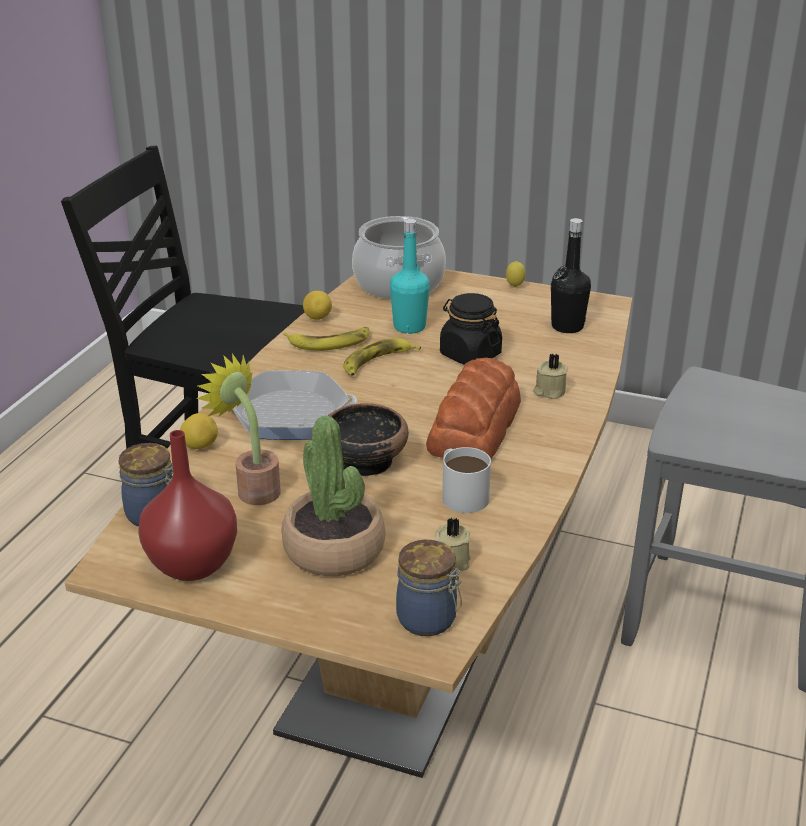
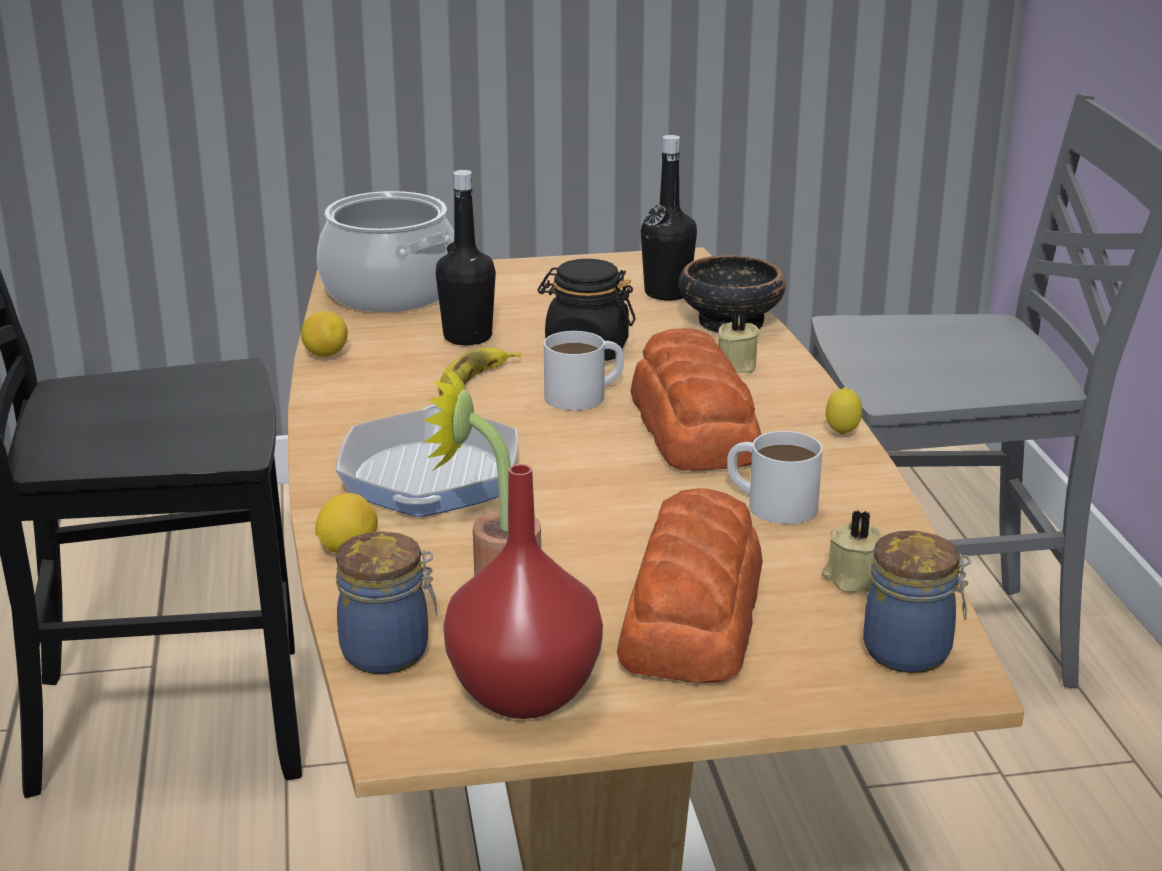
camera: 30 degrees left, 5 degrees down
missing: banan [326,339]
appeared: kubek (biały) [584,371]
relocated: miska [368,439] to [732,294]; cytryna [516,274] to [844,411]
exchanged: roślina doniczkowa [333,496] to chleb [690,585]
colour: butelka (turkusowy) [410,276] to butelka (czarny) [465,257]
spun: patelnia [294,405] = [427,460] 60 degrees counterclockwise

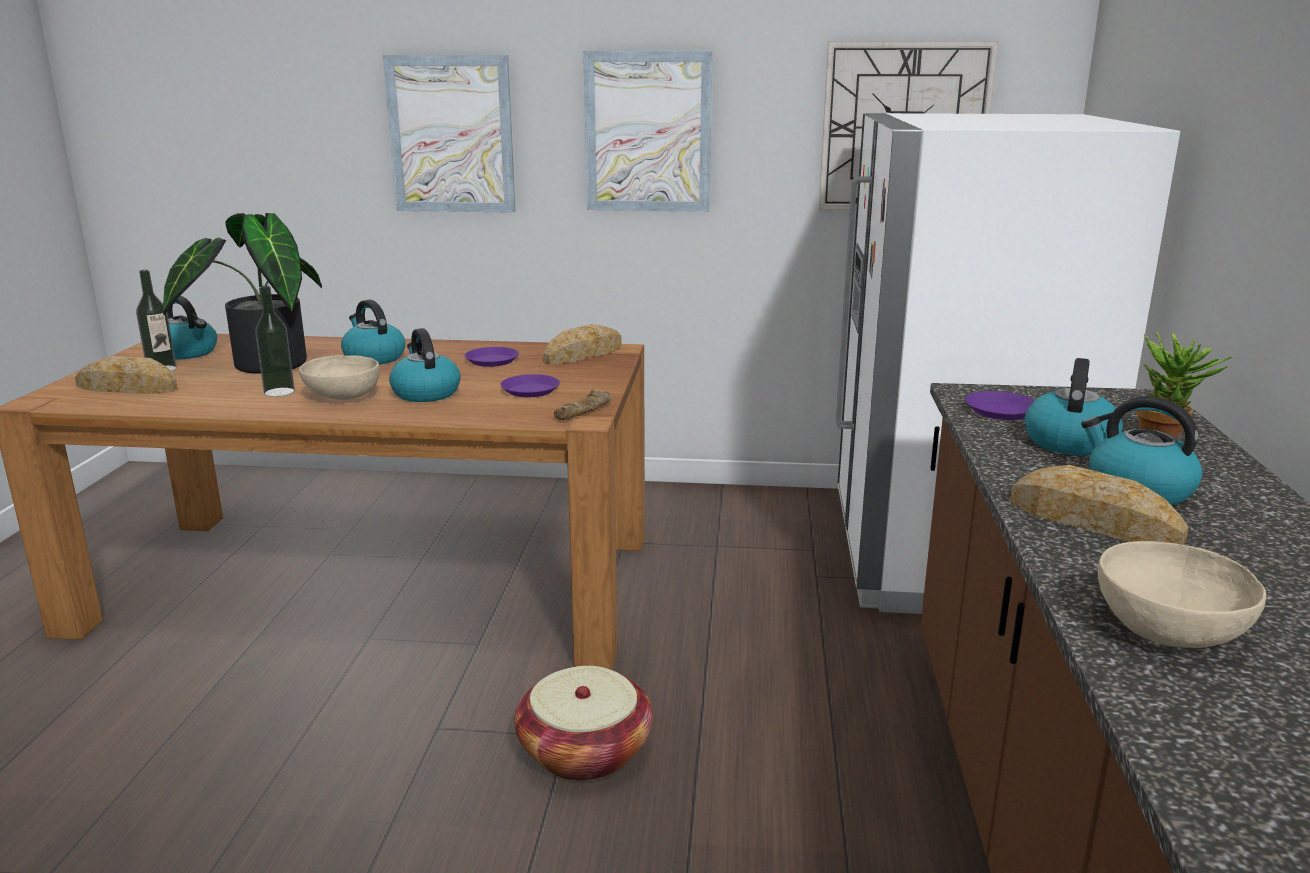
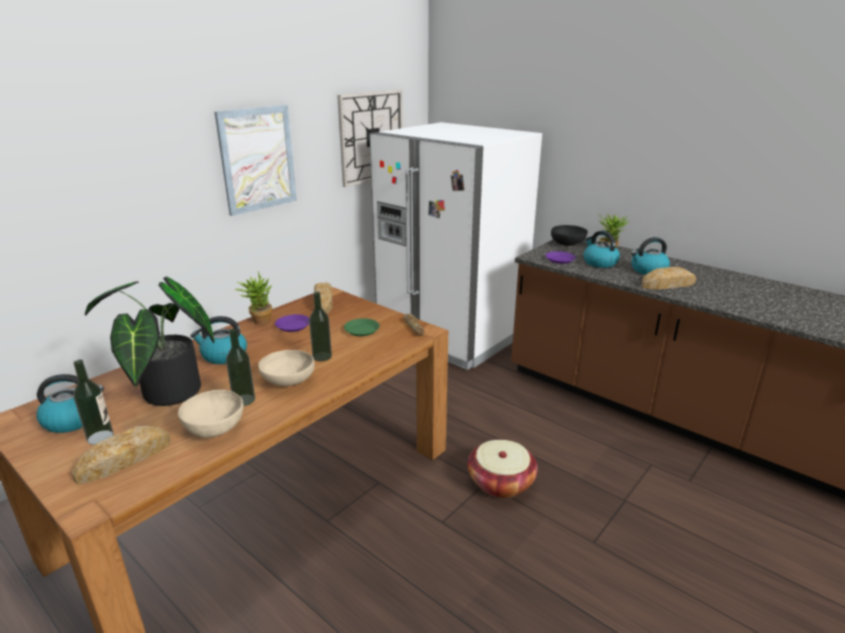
camera: 55 degrees left, 5 degrees up
missing: obraz [449,134]
appeared: roślina doniczkowa [253,297]; miska (czarny) [569,235]
relocated: miska (beżowy) [1181,594] to [211,414]
exchanged: czajnik [425,365] to butelka [320,327]
colour: talerz (fioletowy) [530,385] to talerz (zielony) [362,327]

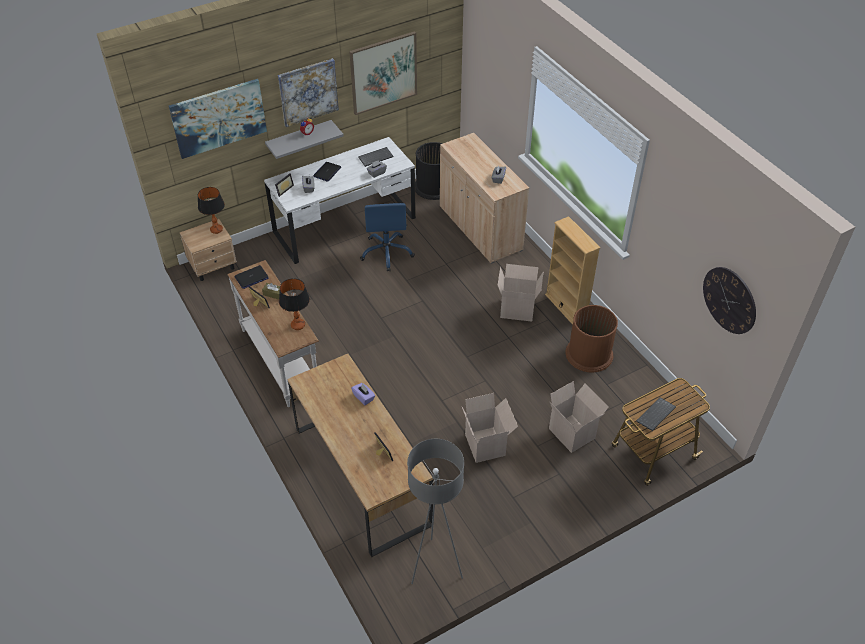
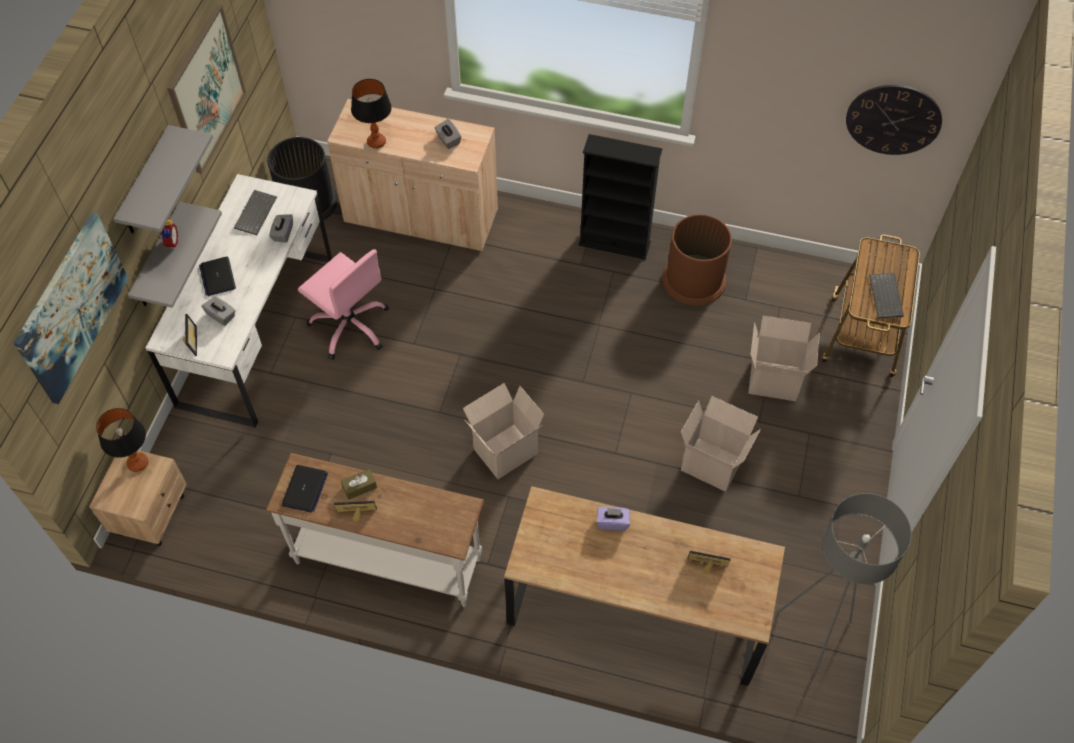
camera: 45 degrees left, 10 degrees up
relocated: lampa stołowa [294,304] to [371,114]; karton [520,293] to [503,431]
exchanged: obraz [308,92] to półka (szary) [163,179]
colour: krzesło biurowe (niebieski) [387,237] to krzesło biurowe (różowy) [343,304]; regał (beżowy) [572,270] to regał (czarny) [620,197]

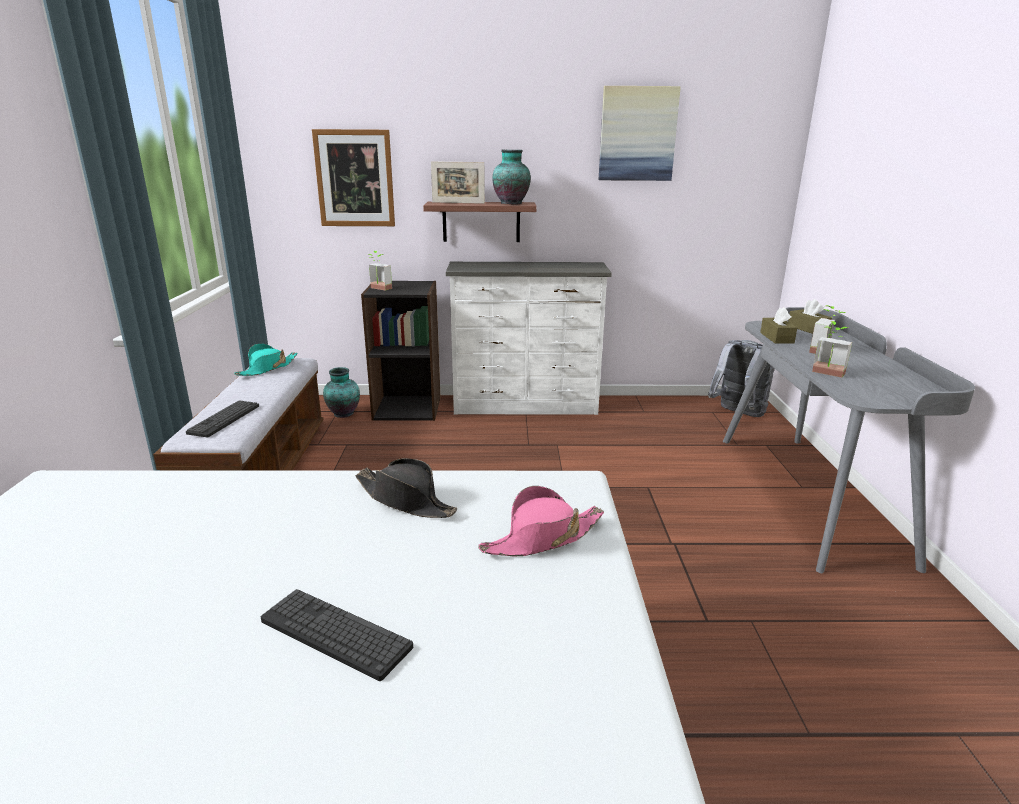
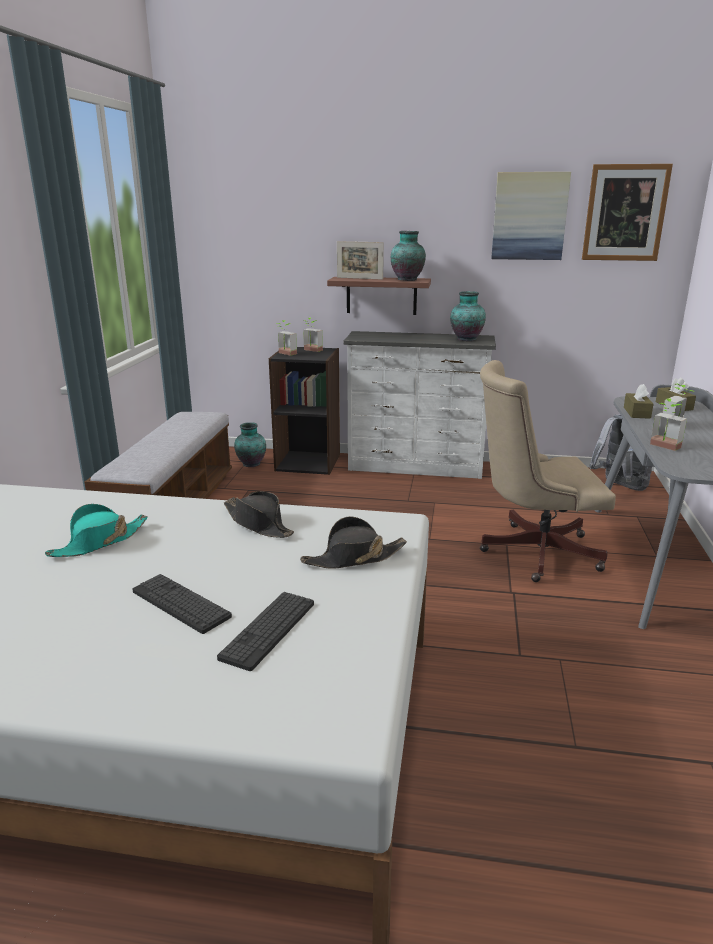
camera: 10 degrees right, 0 degrees up
appeared: roślina doniczkowa [313,335]; wazon [468,316]; krzesło biurowe (beżowy) [548,471]
relocated: kapelusz (turkusowy) [265,360] to [96,530]; klawiatura [222,418] to [265,631]; obraz [353,177] to [627,212]
colour: kapelusz (różowy) [541,521] to kapelusz (czarny) [353,542]

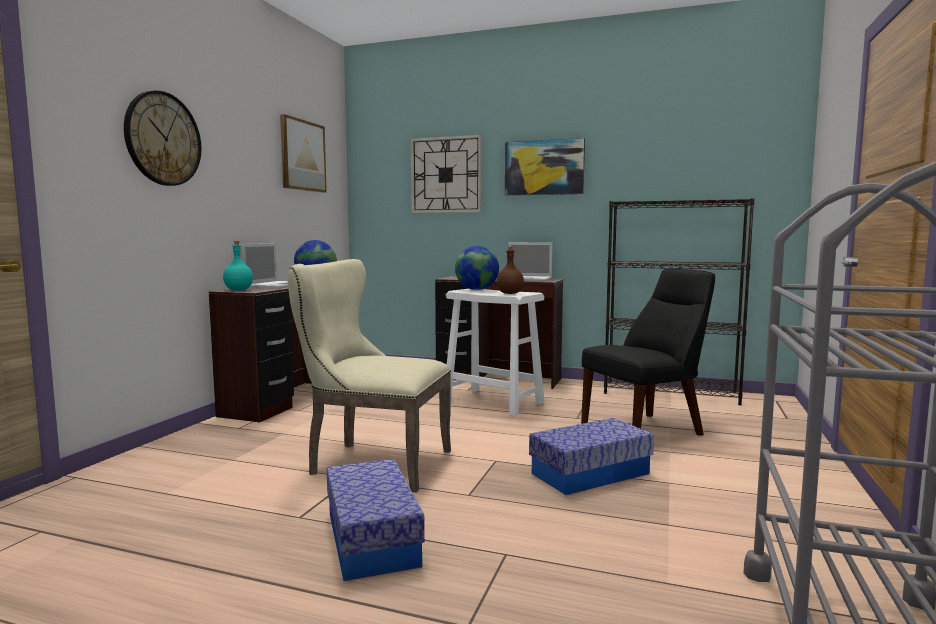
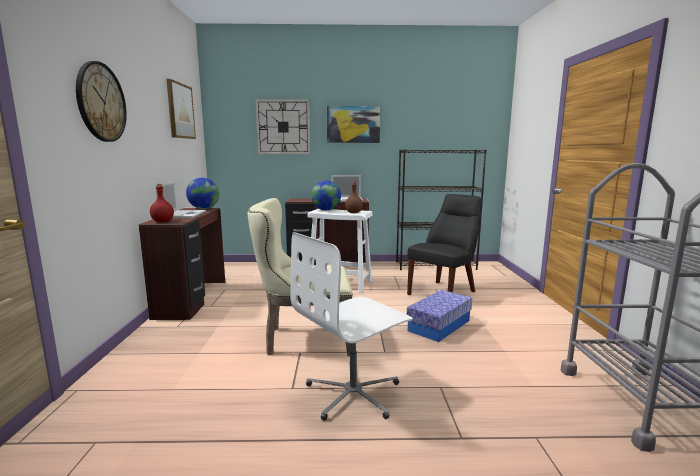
camera: 20 degrees left, 5 degrees up
exchanged: pojemnik do przechowywania [375,520] to krzesło biurowe (biały) [351,326]
colour: butelka (turkusowy) [238,266] to butelka (czerwony) [162,203]

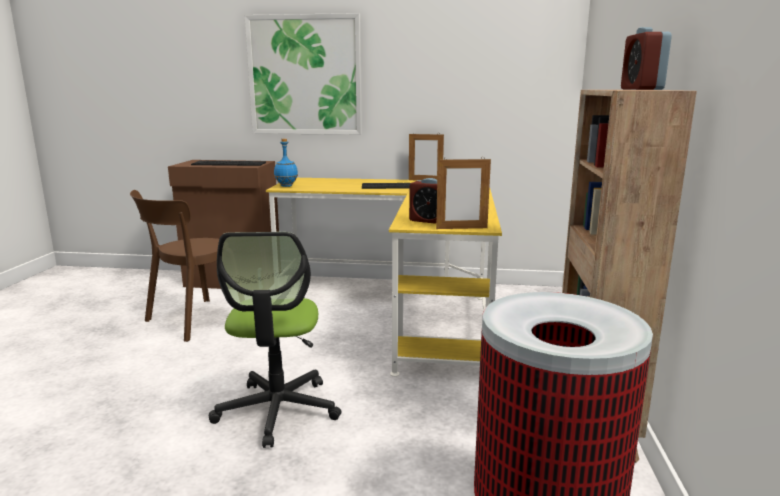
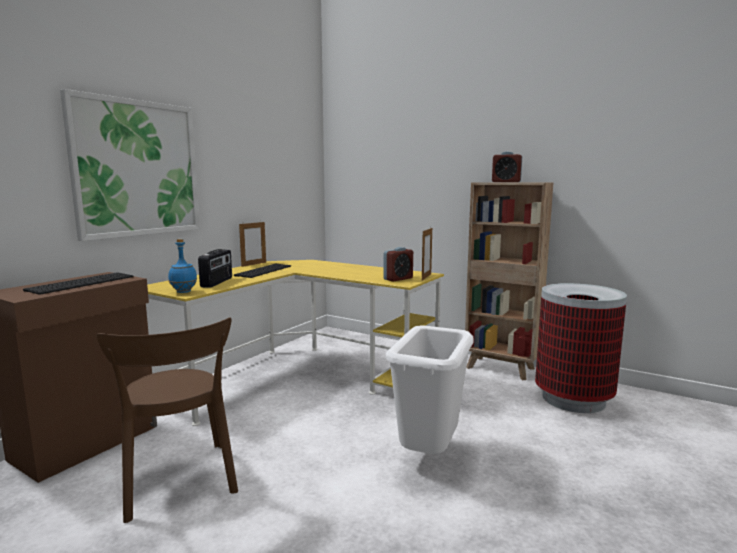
camera: 65 degrees left, 5 degrees down
appeared: radio [215,268]
exchanged: krzesło biurowe [275,340] to kosz na śmieci (biały) [430,390]

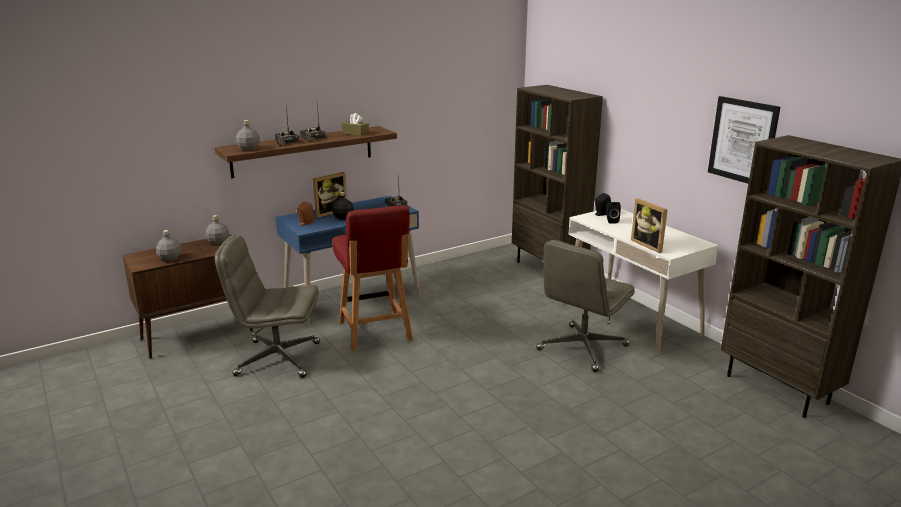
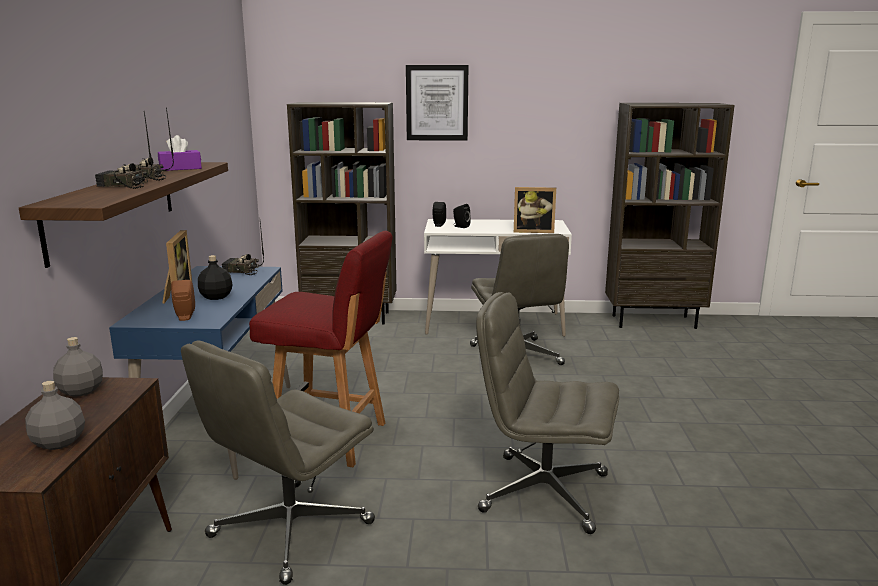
camera: 55 degrees left, 5 degrees down
missing: butelka (szary) [248,135]
appeared: krzesło biurowe (szary) [547,413]
relocated: obraz [744,140] to [437,103]
colour: pudełko chusteczek (brązowy) [355,124] to pudełko chusteczek (fioletowy) [180,153]

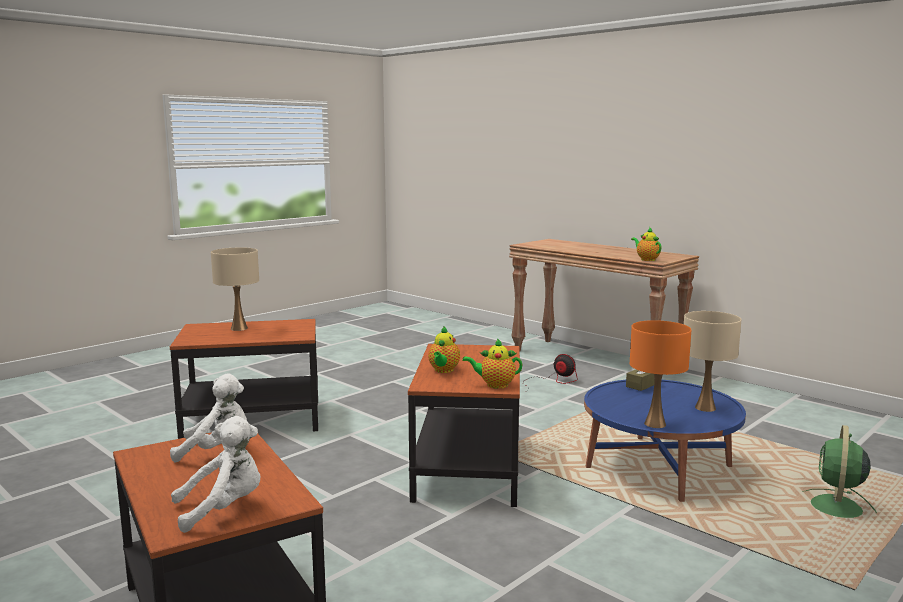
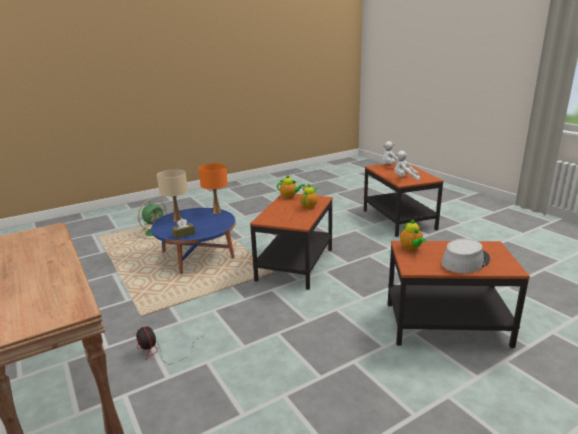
camera: 165 degrees left, 10 degrees up
relocated: imbryk [646,244] to [413,234]
exchanged: lampa stołowa (beżowy) [235,289] to kapelusz (szary) [466,256]

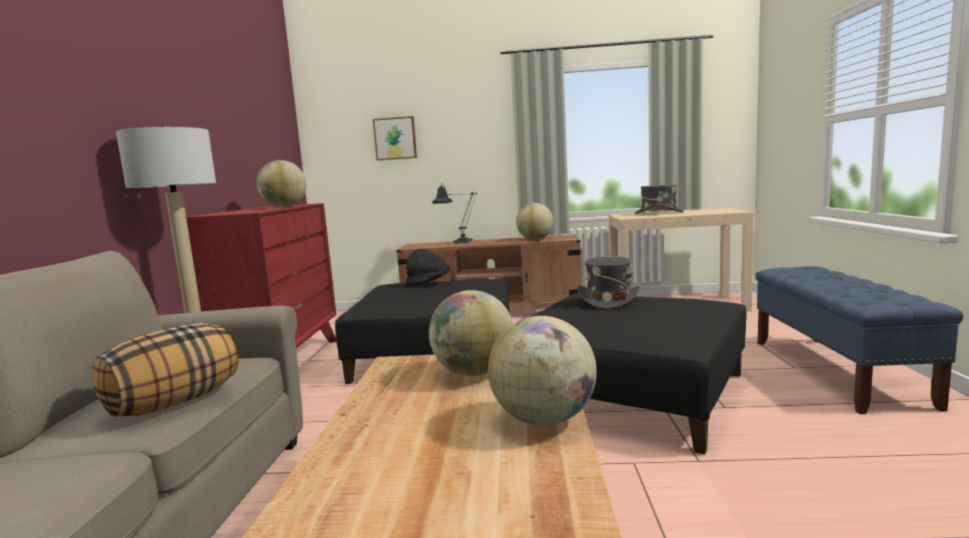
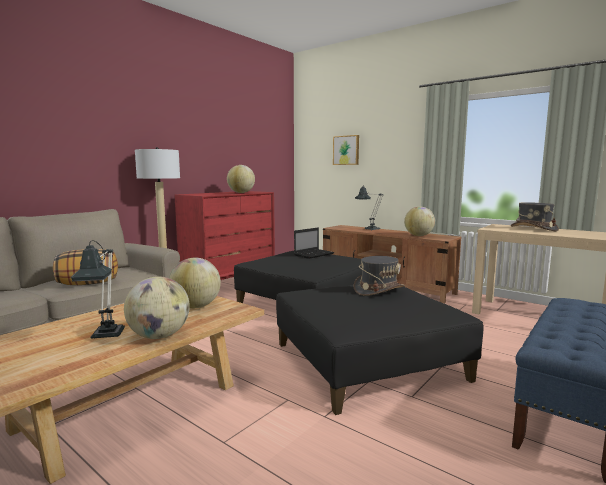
camera: 35 degrees right, 0 degrees up
appeared: lampa stołowa [98,289]
exchanged: kapelusz (czarny) [428,267] to laptop [314,243]

